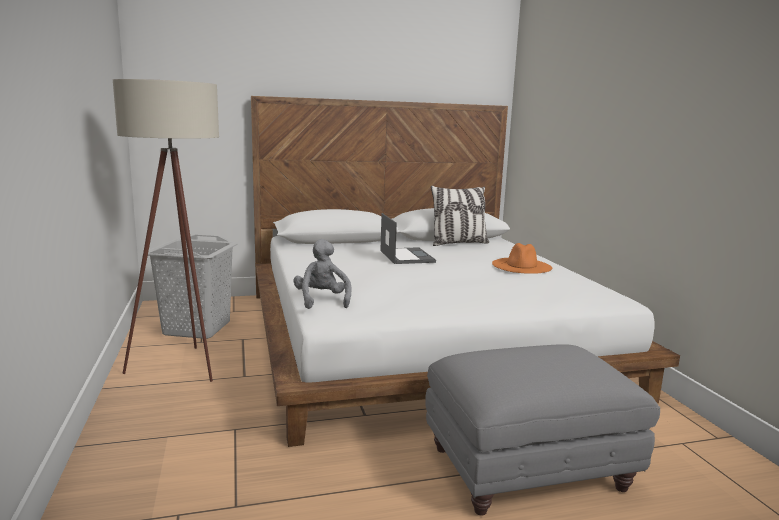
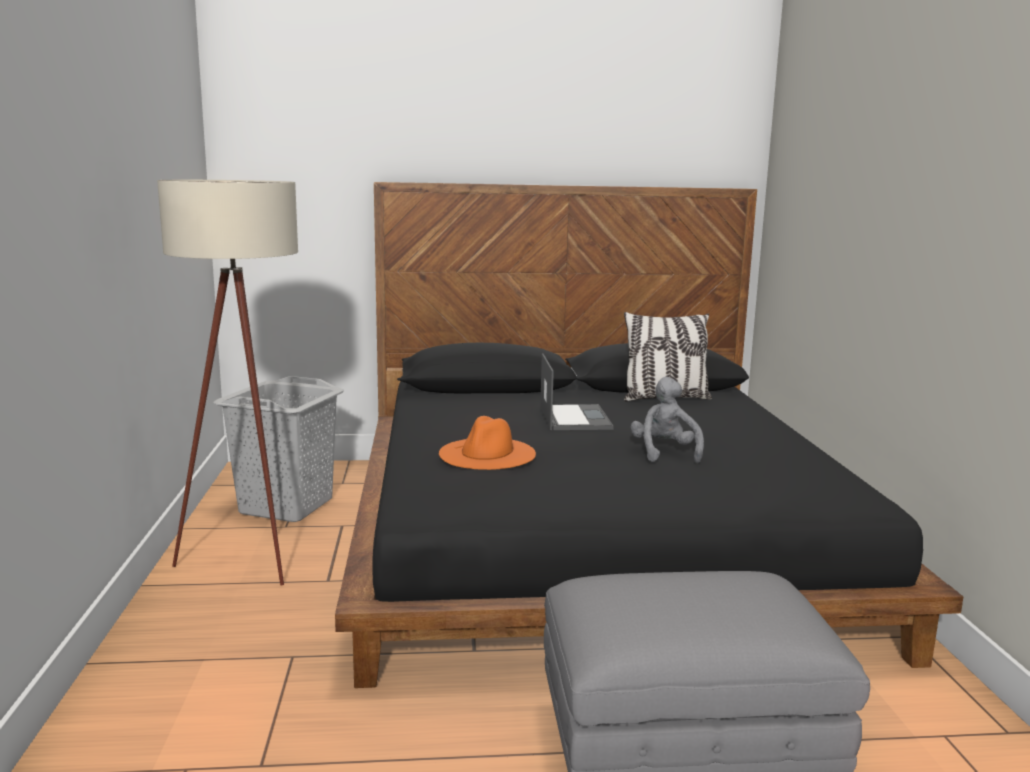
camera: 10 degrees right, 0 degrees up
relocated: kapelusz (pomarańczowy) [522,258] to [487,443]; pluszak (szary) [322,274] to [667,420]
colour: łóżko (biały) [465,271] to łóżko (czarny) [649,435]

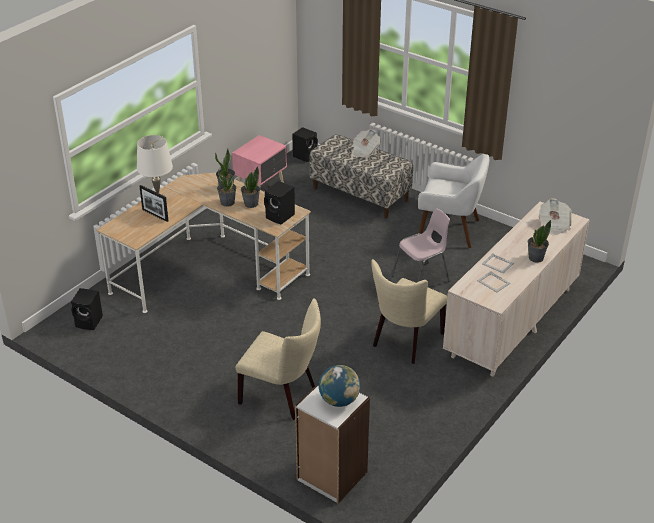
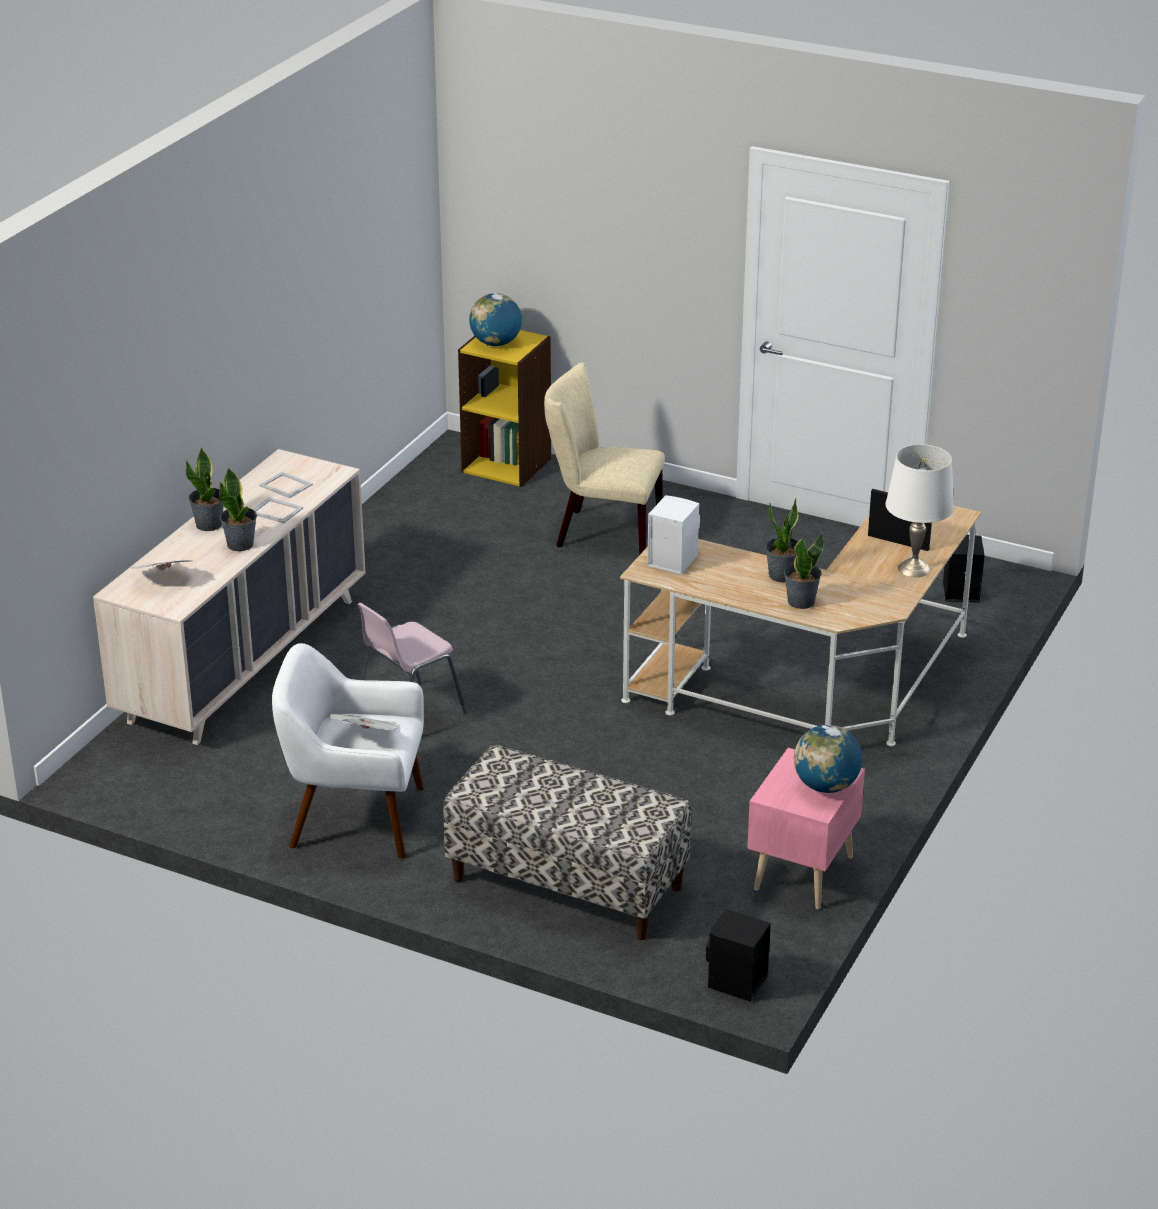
camera: 170 degrees right, 5 degrees down
missing: krzesło (beżowy) [409,311]
appeared: globus [828,759]
relocated: roślina doniczkowa [250,187] to [238,509]; gazeta [366,143] to [364,722]
colour: regał (biały) [332,443] to regał (żółty) [504,408]; głośnik (czarny) [279,203] to głośnik (biały) [673,534]

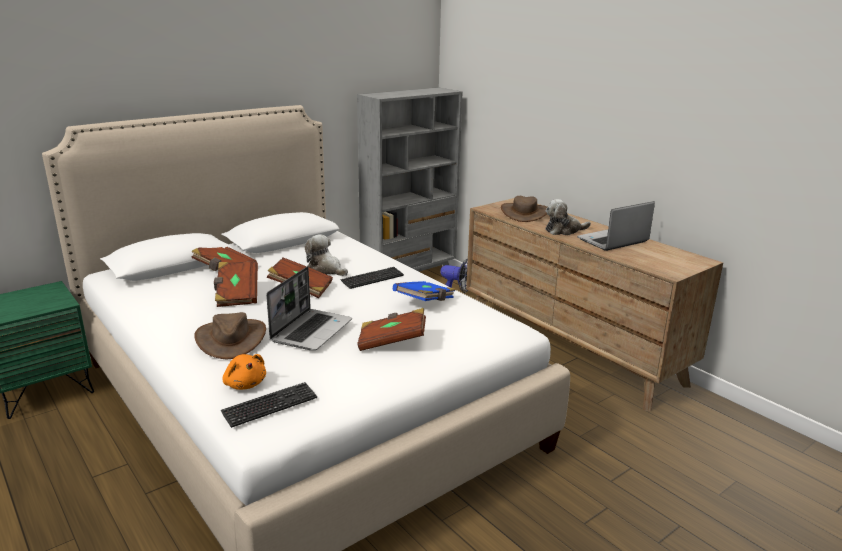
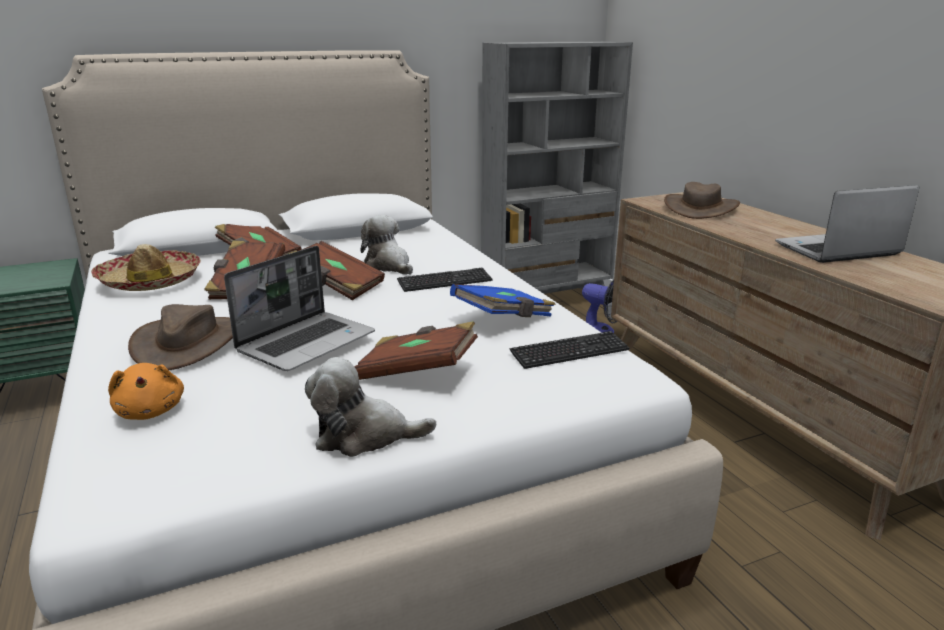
camera: 15 degrees right, 0 degrees up
appeared: kapelusz [146,267]
relocated: pluszak [568,217] to [370,407]; klawiatura [269,405] to [569,350]

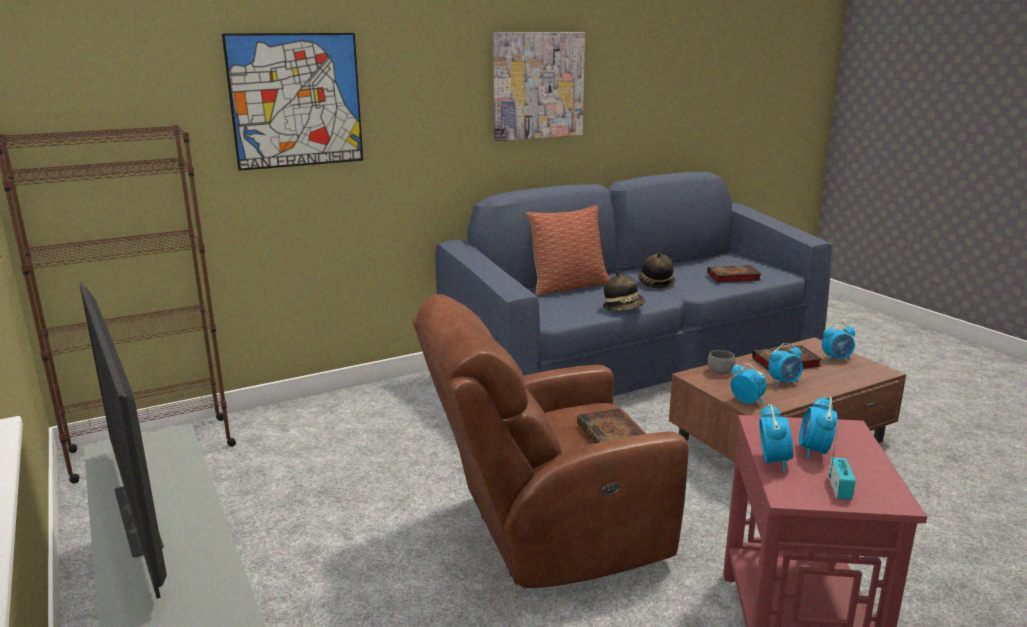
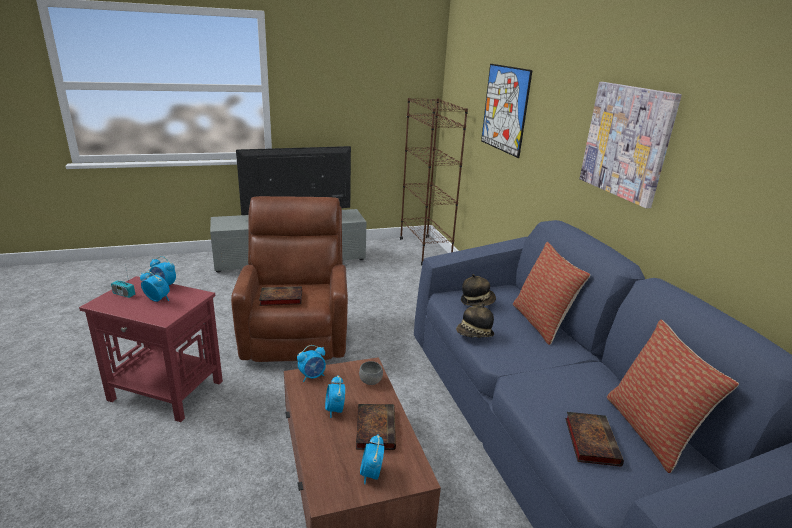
camera: 100 degrees right, 5 degrees up
appeared: poduszka [673,396]
relocated: kapelusz [657,271] to [478,290]

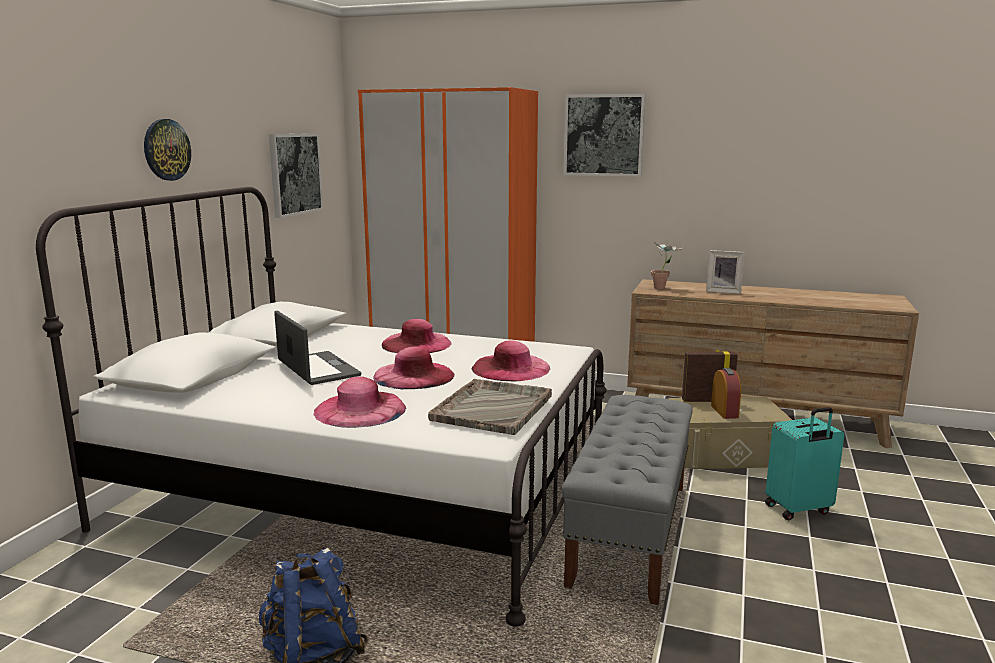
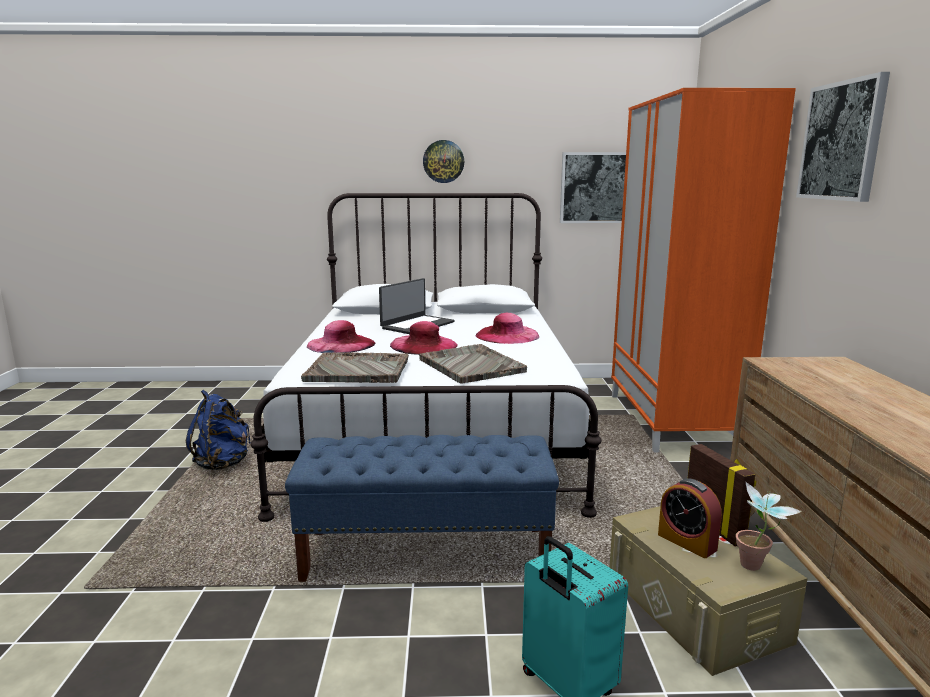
camera: 70 degrees right, 0 degrees up
missing: ramka na zdjęcie [725,272]
relocated: roślina doniczkowa [667,264] to [769,526]
exchanged: kapelusz (różowy) [510,360] to taca (szary) [473,364]
colour: ławka (szary) [627,500] to ławka (niebieski) [422,508]
spun: budzik [726,393] = [690,518] 75 degrees clockwise

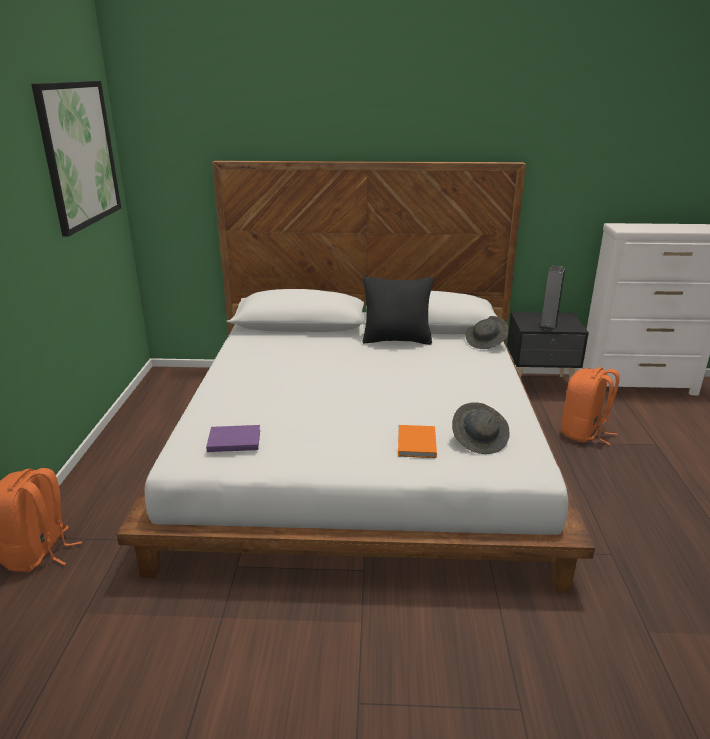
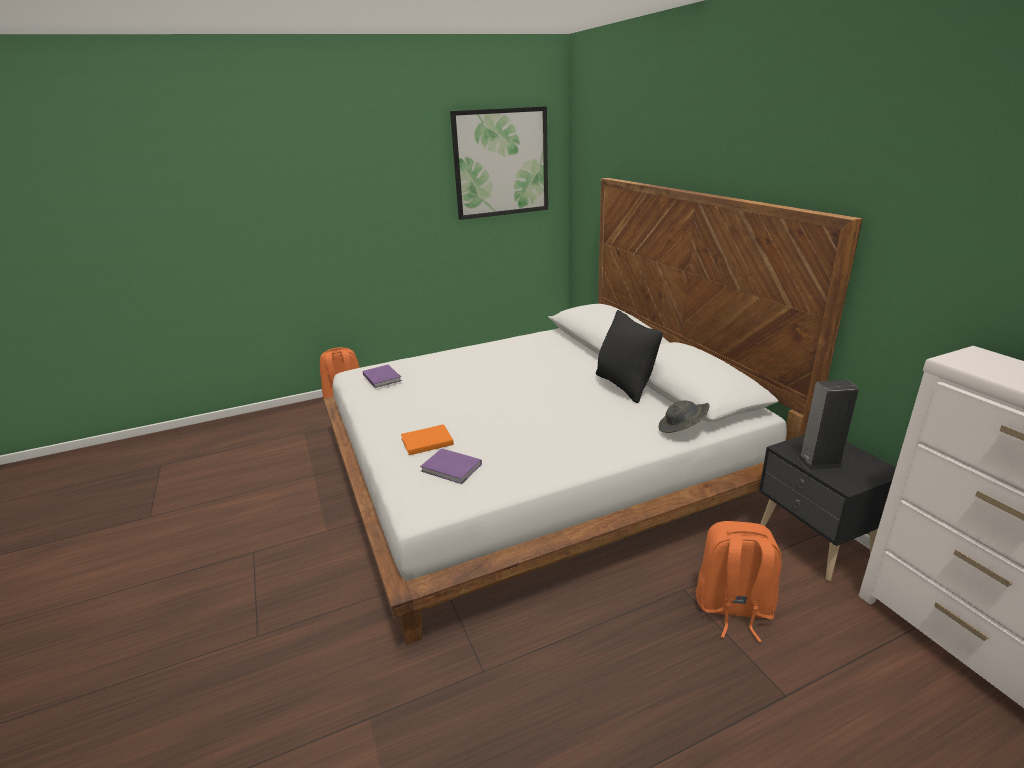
camera: 65 degrees right, 0 degrees up
exchanged: kapelusz (szary) [481,428] to książka (fioletowy) [451,466]

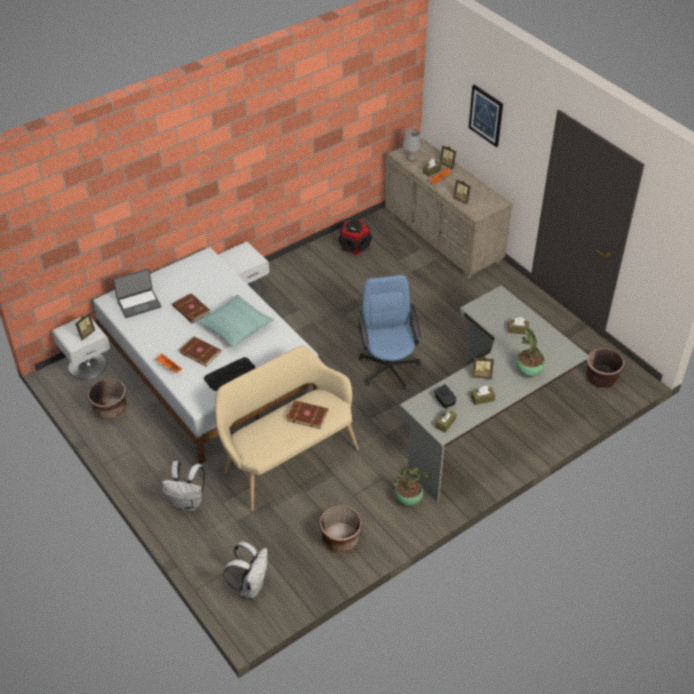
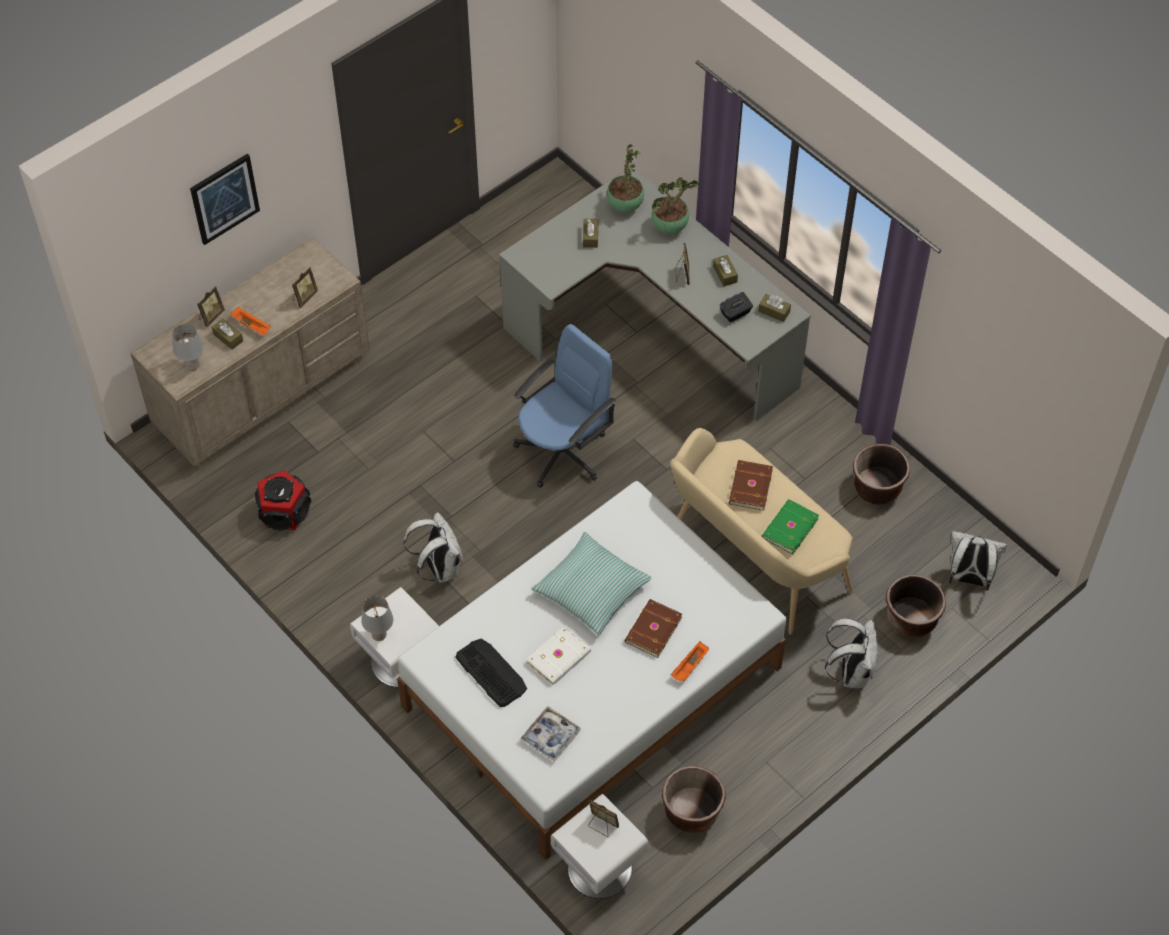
camera: 95 degrees left, 10 degrees up
appeared: lampa stołowa (szary) [377,618]; plecak (biały) [433,547]; książka (zielony) [790,527]
relocated: klawiatura [229,374] to [491,673]; roślina doniczkowa [411,486] to [625,178]; donica (brązowy) [605,367] to [916,606]
exchanged: laptop [137,293] to taca [550,734]
colour: książka (brązowy) [191,308] to książka (biały) [558,655]
spun: krzesło biurowe (niebieski) [390,332] = [564,406] 150 degrees clockwise

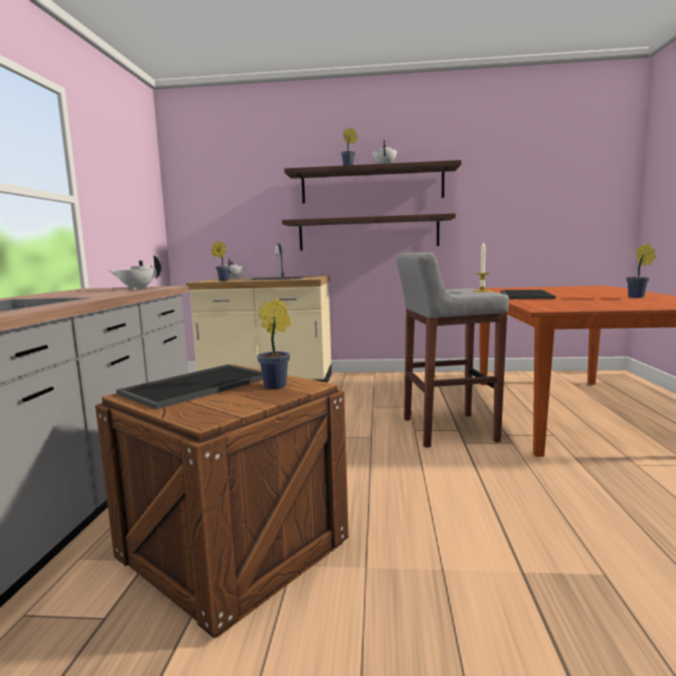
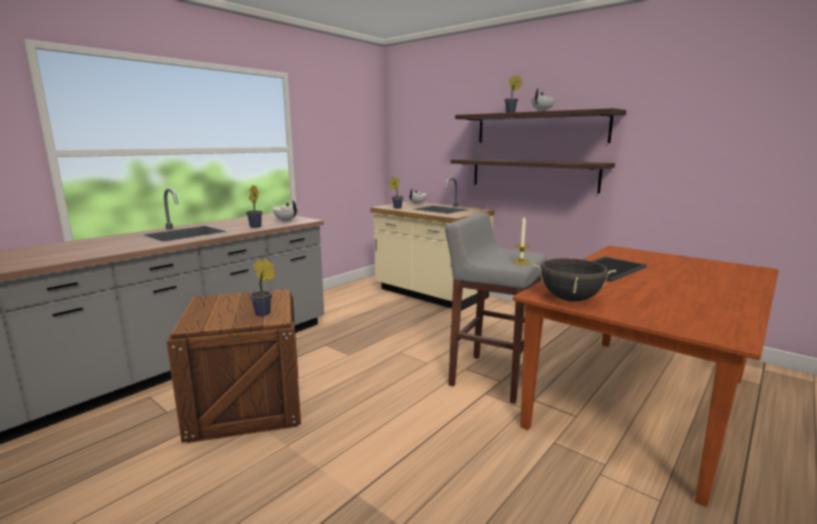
camera: 35 degrees right, 5 degrees up
missing: taca [189,386]
appeared: garnek (czarny) [574,280]
relocated: roślina doniczkowa [641,270] to [254,206]

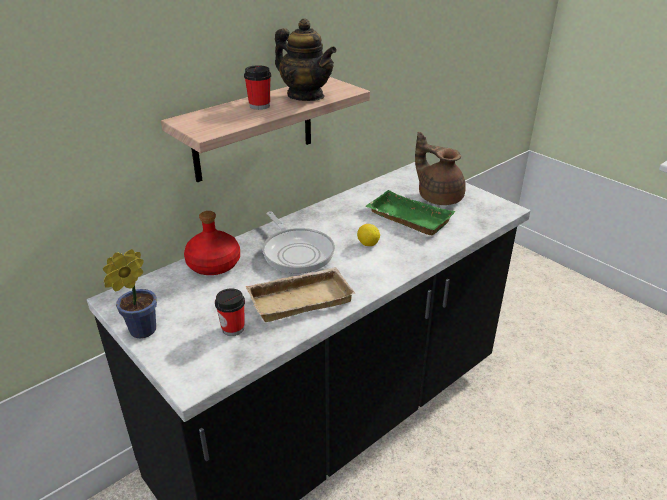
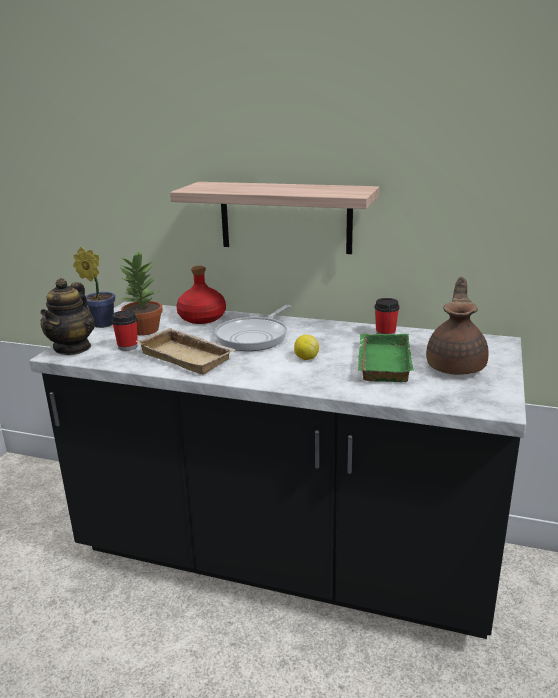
camera: 60 degrees right, 10 degrees down
appeared: roślina doniczkowa [141,293]
relocated: imbryk [306,59] to [67,316]; filiżanka [257,87] to [387,316]

